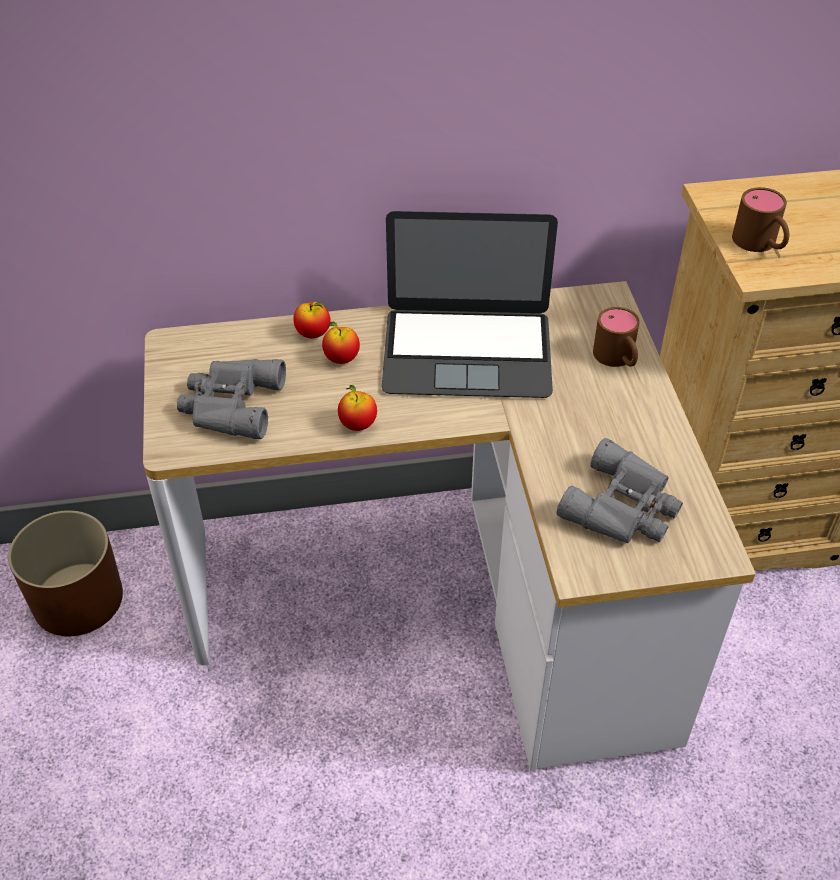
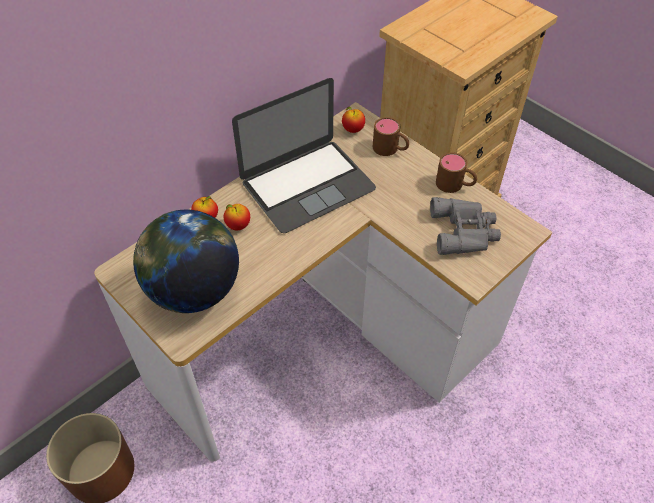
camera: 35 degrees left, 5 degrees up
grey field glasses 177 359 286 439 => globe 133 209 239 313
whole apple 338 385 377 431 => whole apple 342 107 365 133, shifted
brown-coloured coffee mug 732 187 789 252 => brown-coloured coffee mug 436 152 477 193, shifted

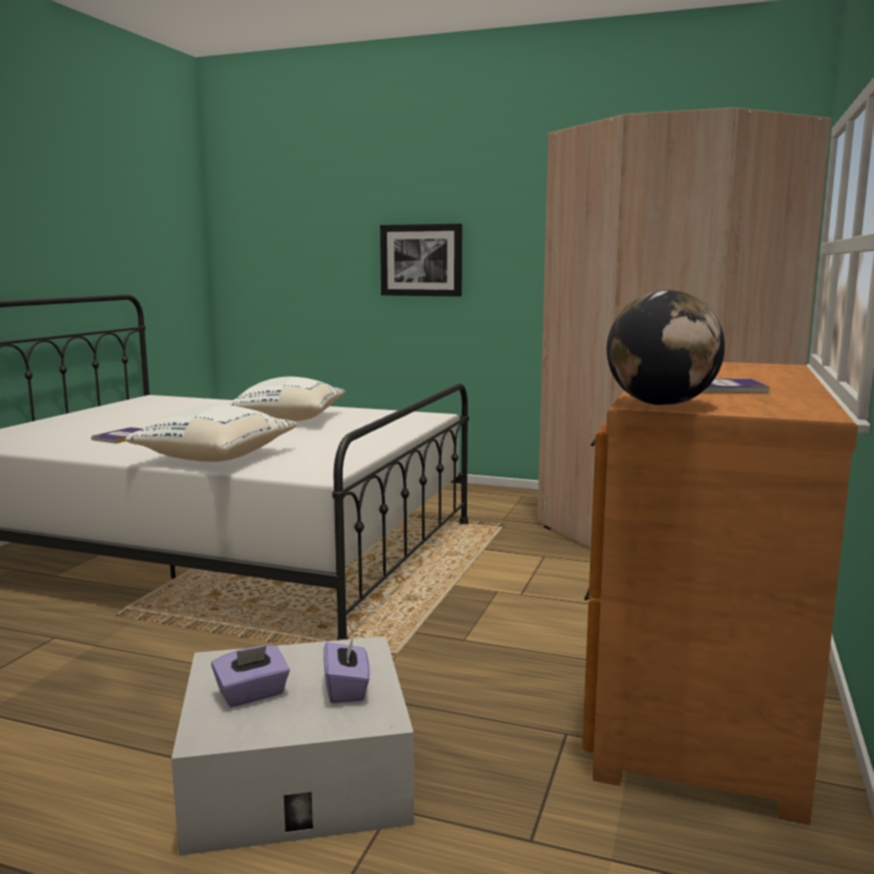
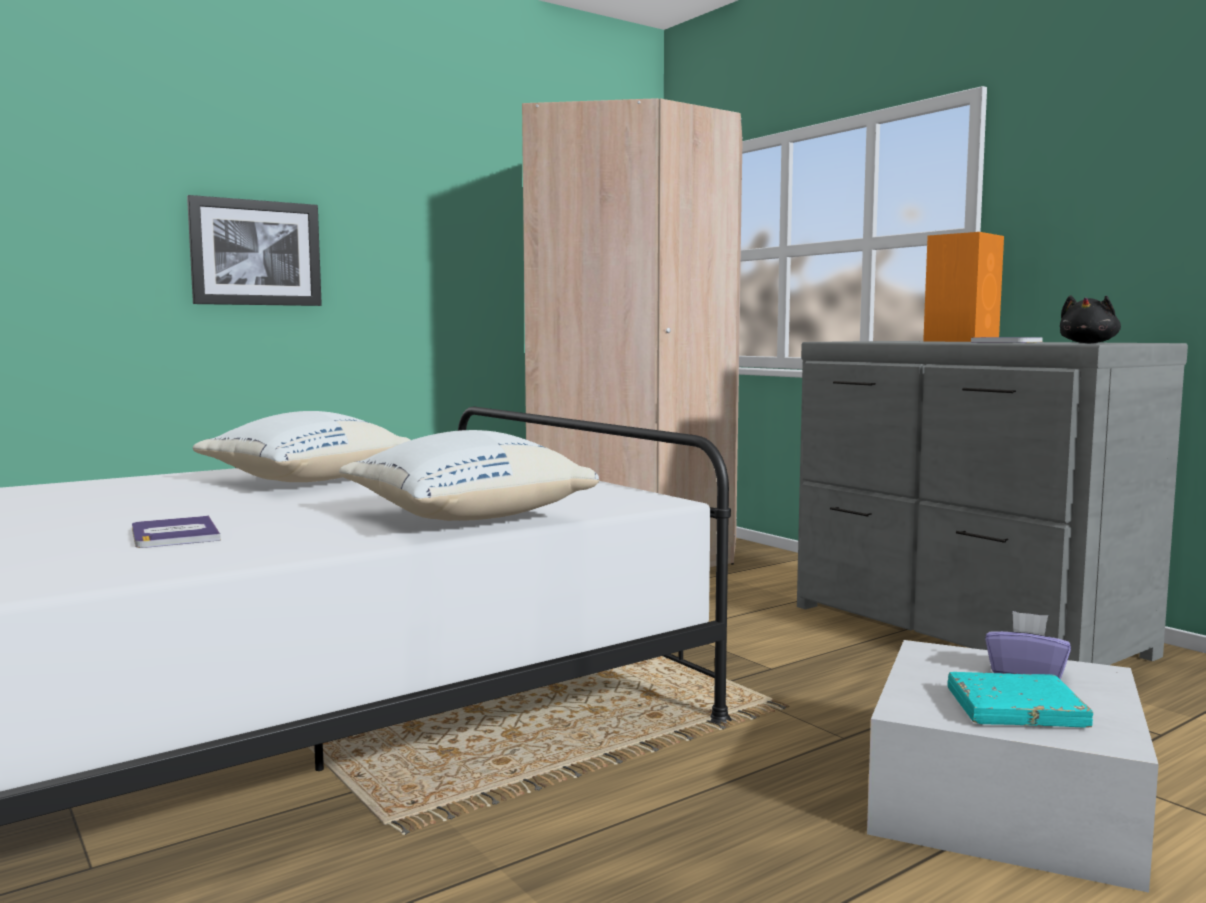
camera: 55 degrees left, 5 degrees down
brown-coloured chest of drawers 582 362 858 825 => grey chest of drawers 797 341 1188 665
nothing => orangey speaker 923 232 1004 342
purple-coloured box of tissues 211 645 290 707 => blue-green book 947 672 1093 728
globe 607 290 725 405 => blackish plush toy 1060 295 1121 343

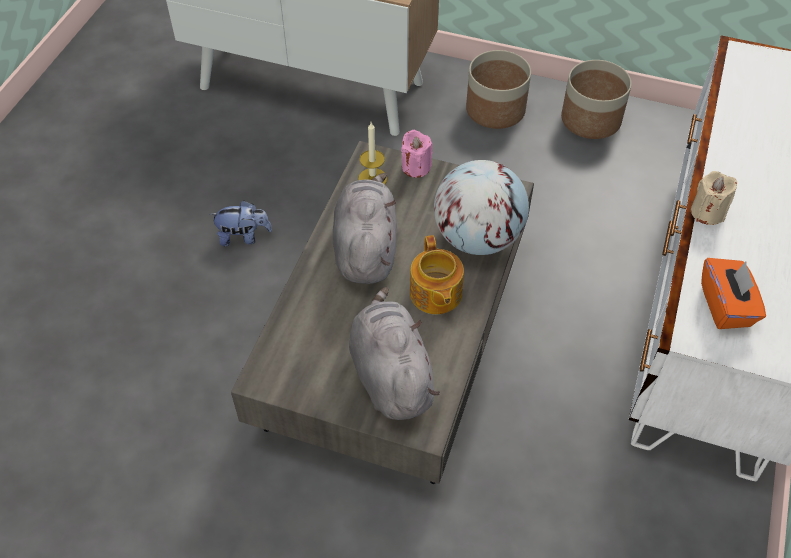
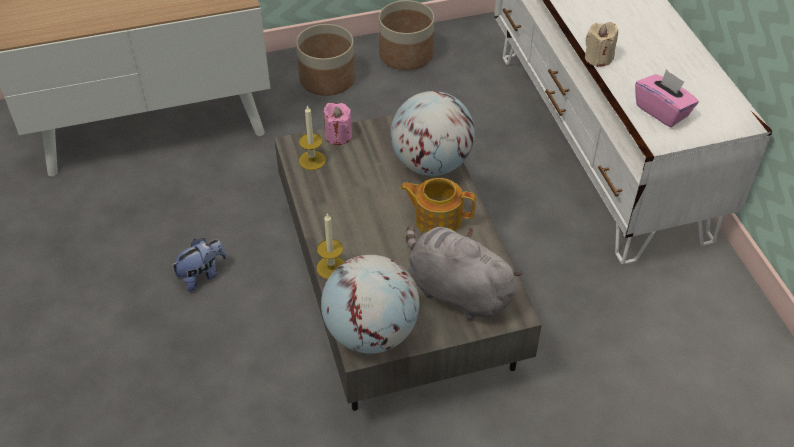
camera: 35 degrees left, 5 degrees down
nothing => candle 317 213 344 279
nothing => globe 321 255 419 354
tea pot 410 235 464 314 => tea pot 400 178 476 233, 150 degrees clockwise
orangey box of tissues 701 258 766 329 => pinkish box of tissues 635 69 699 127
grey plush toy 333 173 397 284 => nothing

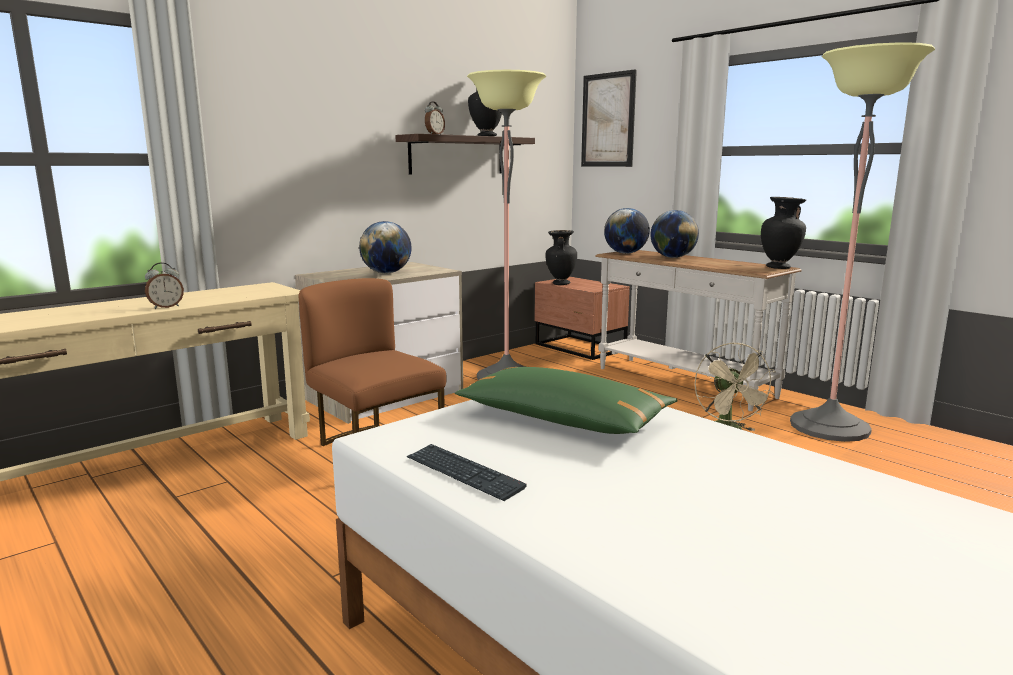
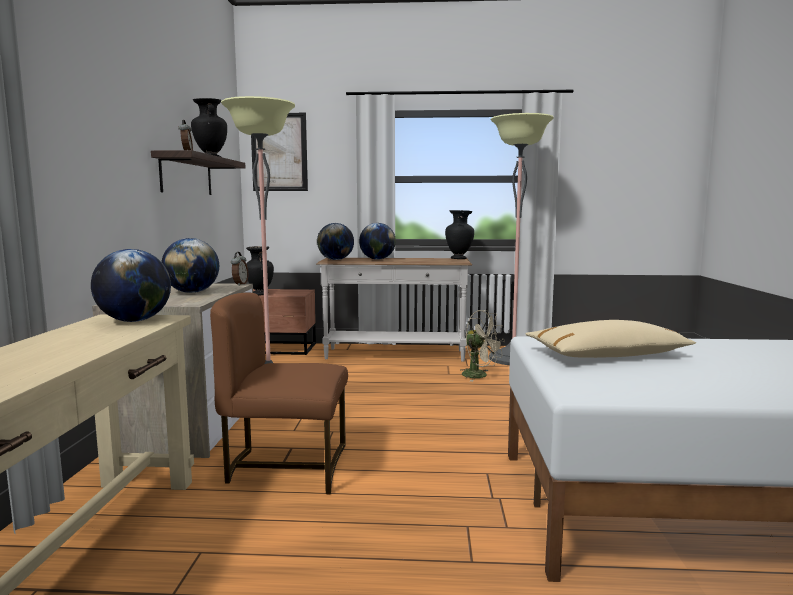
camera: 45 degrees left, 5 degrees down
nothing => globe 91 249 171 322
table clock 145 263 184 309 => table clock 231 252 248 286, shifted
green cushion 455 367 677 434 => sand-coloured cushion 526 320 696 358
PC keyboard 407 444 527 501 => nothing

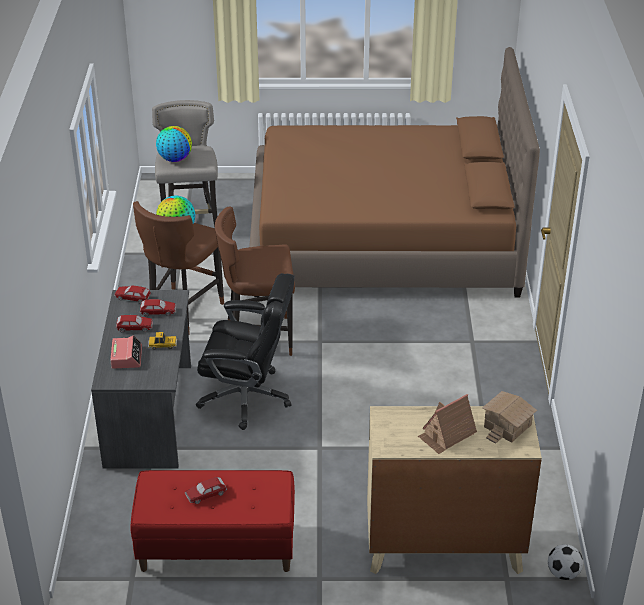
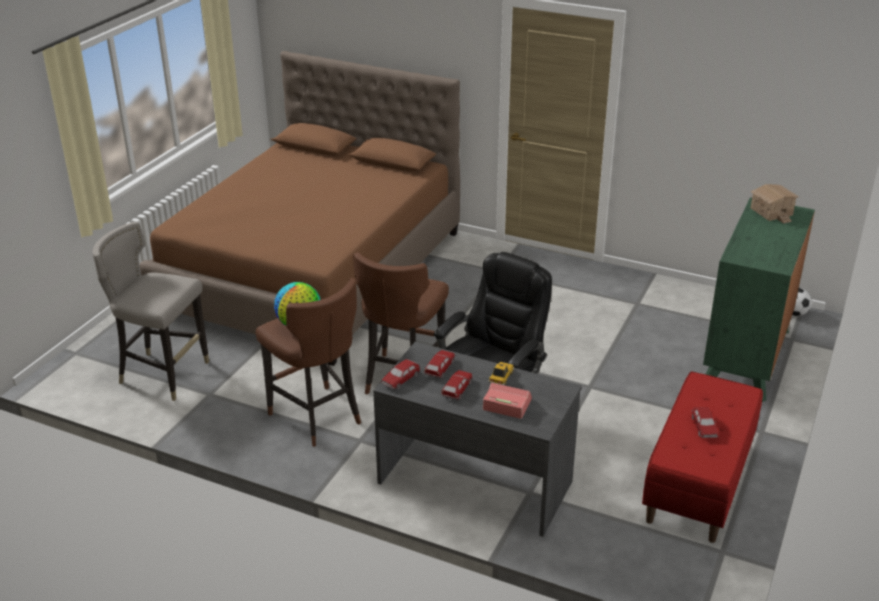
camera: 65 degrees left, 5 degrees down
sand-coloured chest of drawers 367 406 542 574 => green chest of drawers 703 197 815 402
globe 156 126 192 162 => nothing
model house 418 394 477 454 => nothing

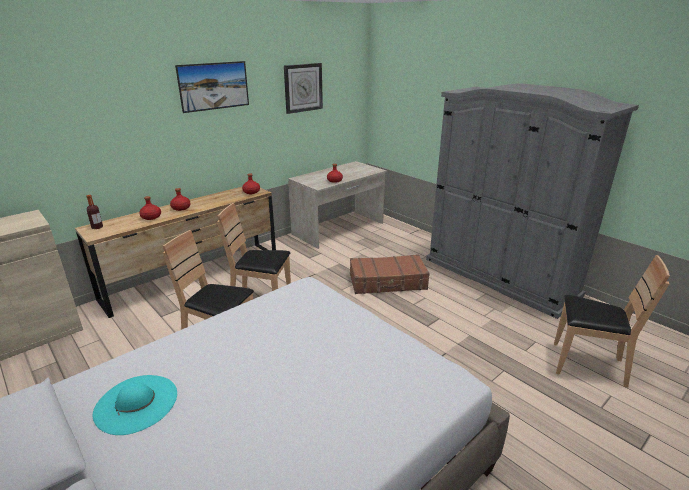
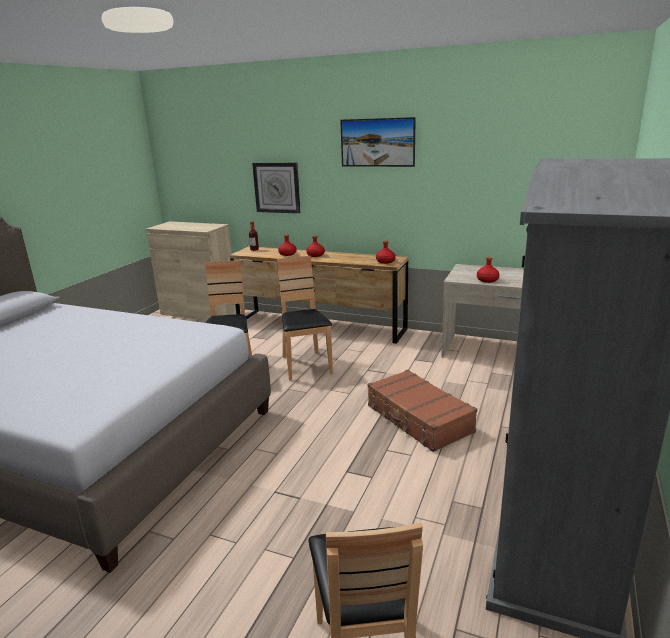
camera: 65 degrees right, 5 degrees down
hanging clock 284 63 323 114 => hanging clock 252 163 301 214, shifted
blue-green hat 93 375 177 435 => nothing

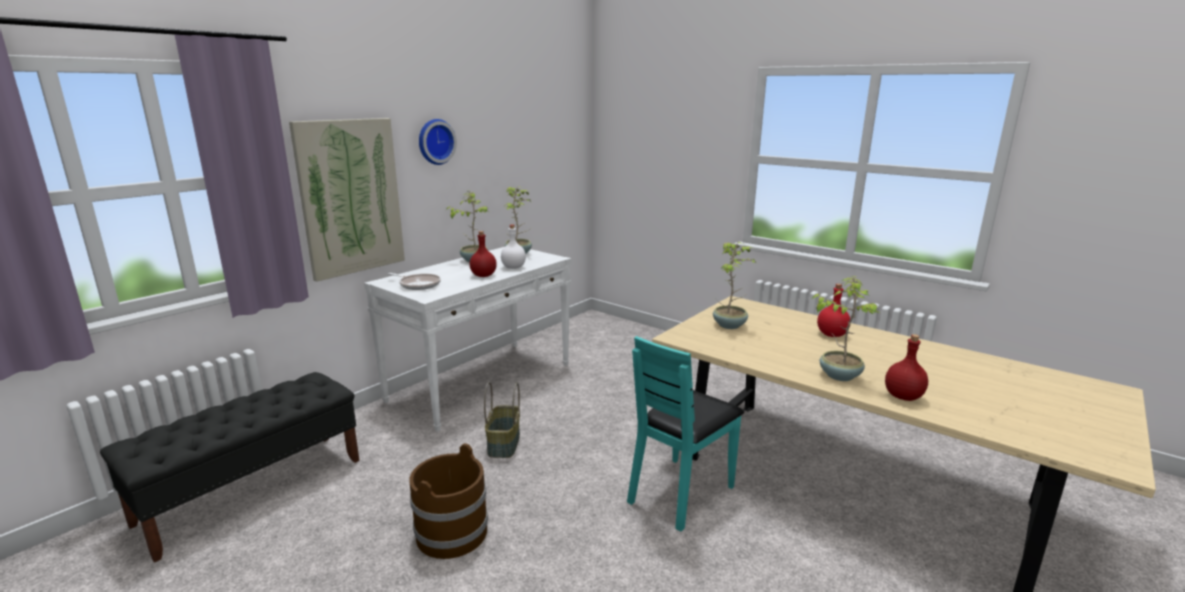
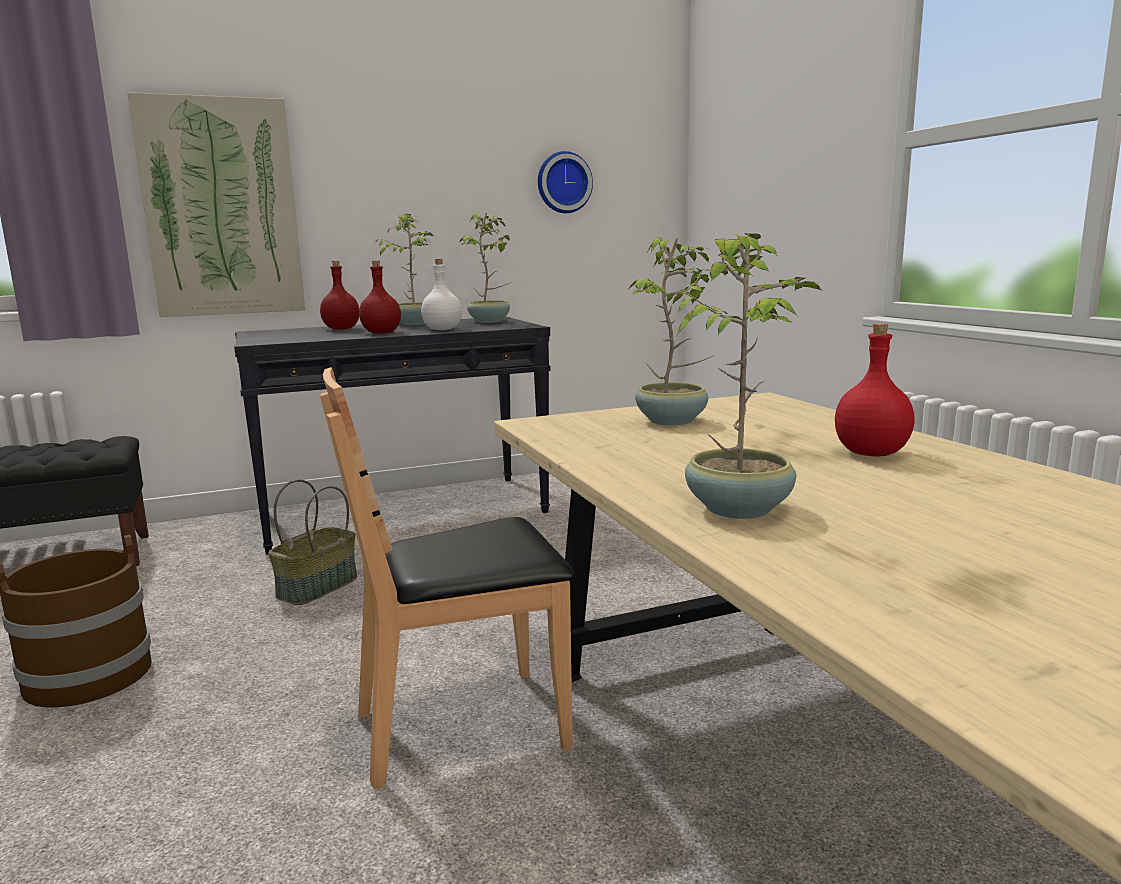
camera: 30 degrees right, 5 degrees down
whitish hall table 364 247 571 432 => blackish hall table 234 317 551 555
red-coloured bottle 885 334 928 401 => red-coloured bottle 320 261 359 330, shifted
blue-green upright chair 627 336 744 531 => brown-coloured upright chair 320 367 575 789
hanging clock 419 119 457 165 => hanging clock 538 151 593 213, shifted
frying pan 388 273 441 290 => nothing

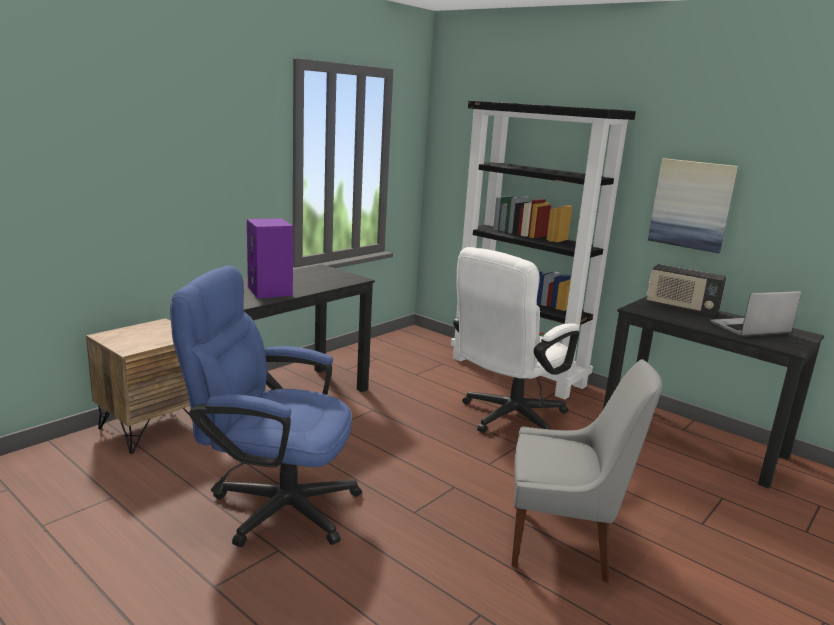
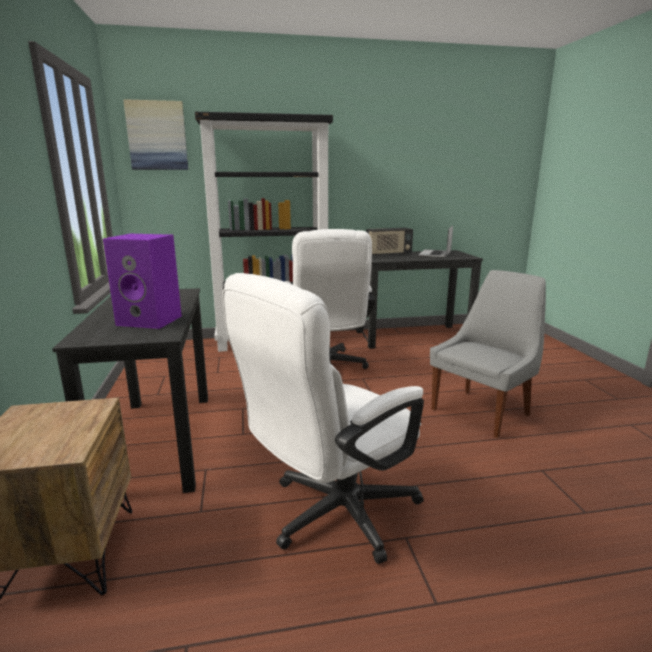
camera: 50 degrees left, 0 degrees up
wall picture 648 158 738 253 => wall picture 123 99 188 170, shifted
bluish computer chair 170 265 362 547 => whitish computer chair 222 273 424 564

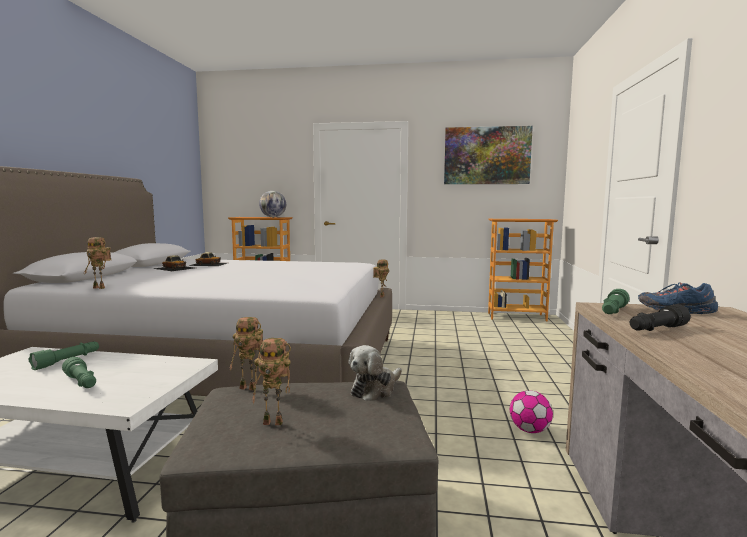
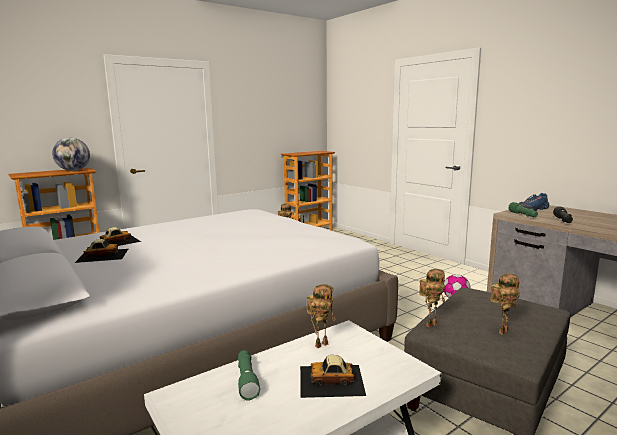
camera: 45 degrees left, 5 degrees up
green hand torch 62 357 96 388 => miniature car 300 355 366 398
robot figure 84 237 111 289 => robot figure 307 284 336 348, shifted
plush toy 348 345 402 401 => nothing
wall picture 444 126 533 184 => nothing

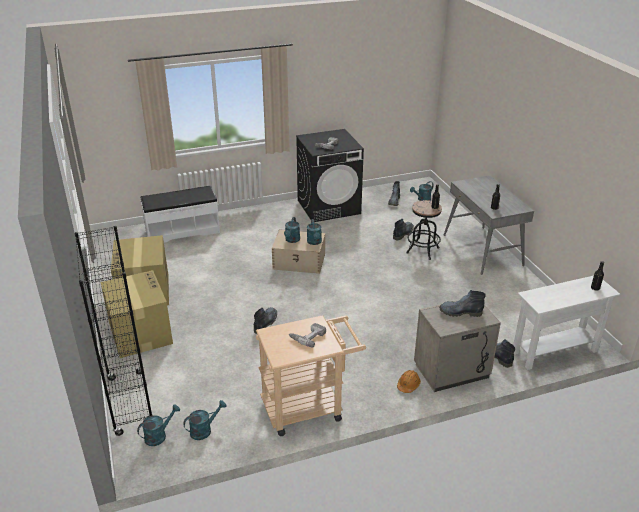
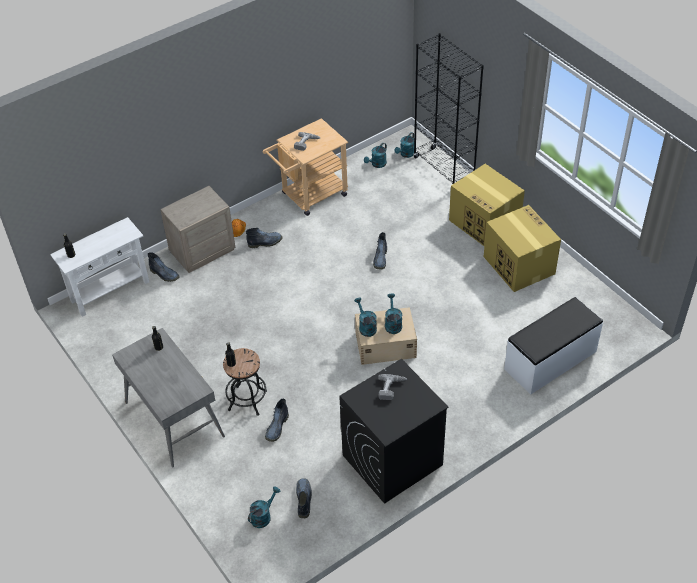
camera: 165 degrees right, 15 degrees up
high-top boot 439 290 486 317 => high-top boot 246 228 283 248, shifted

